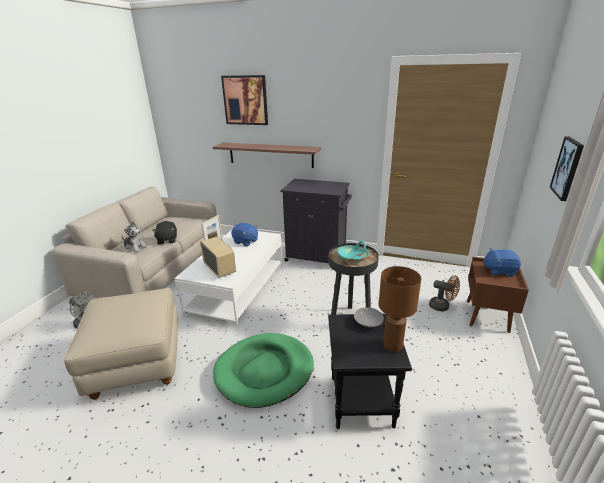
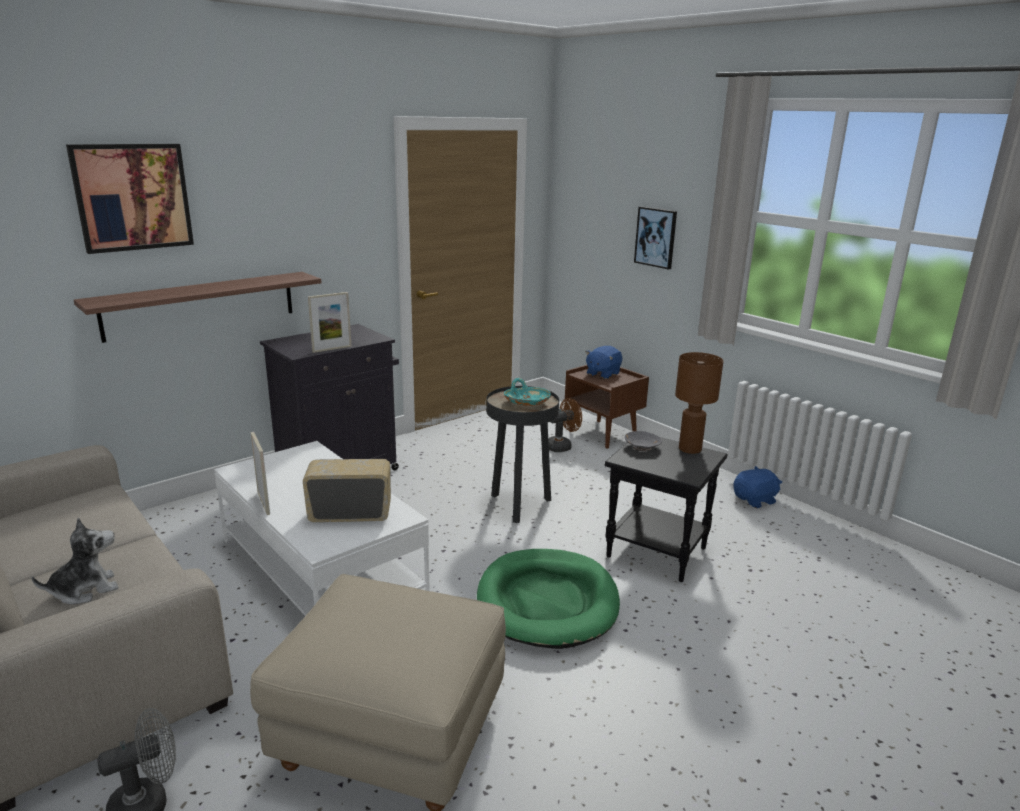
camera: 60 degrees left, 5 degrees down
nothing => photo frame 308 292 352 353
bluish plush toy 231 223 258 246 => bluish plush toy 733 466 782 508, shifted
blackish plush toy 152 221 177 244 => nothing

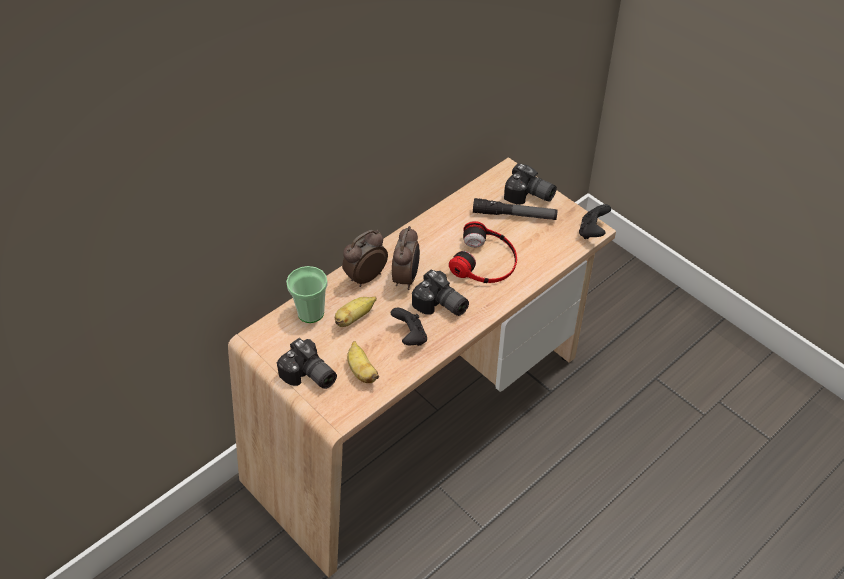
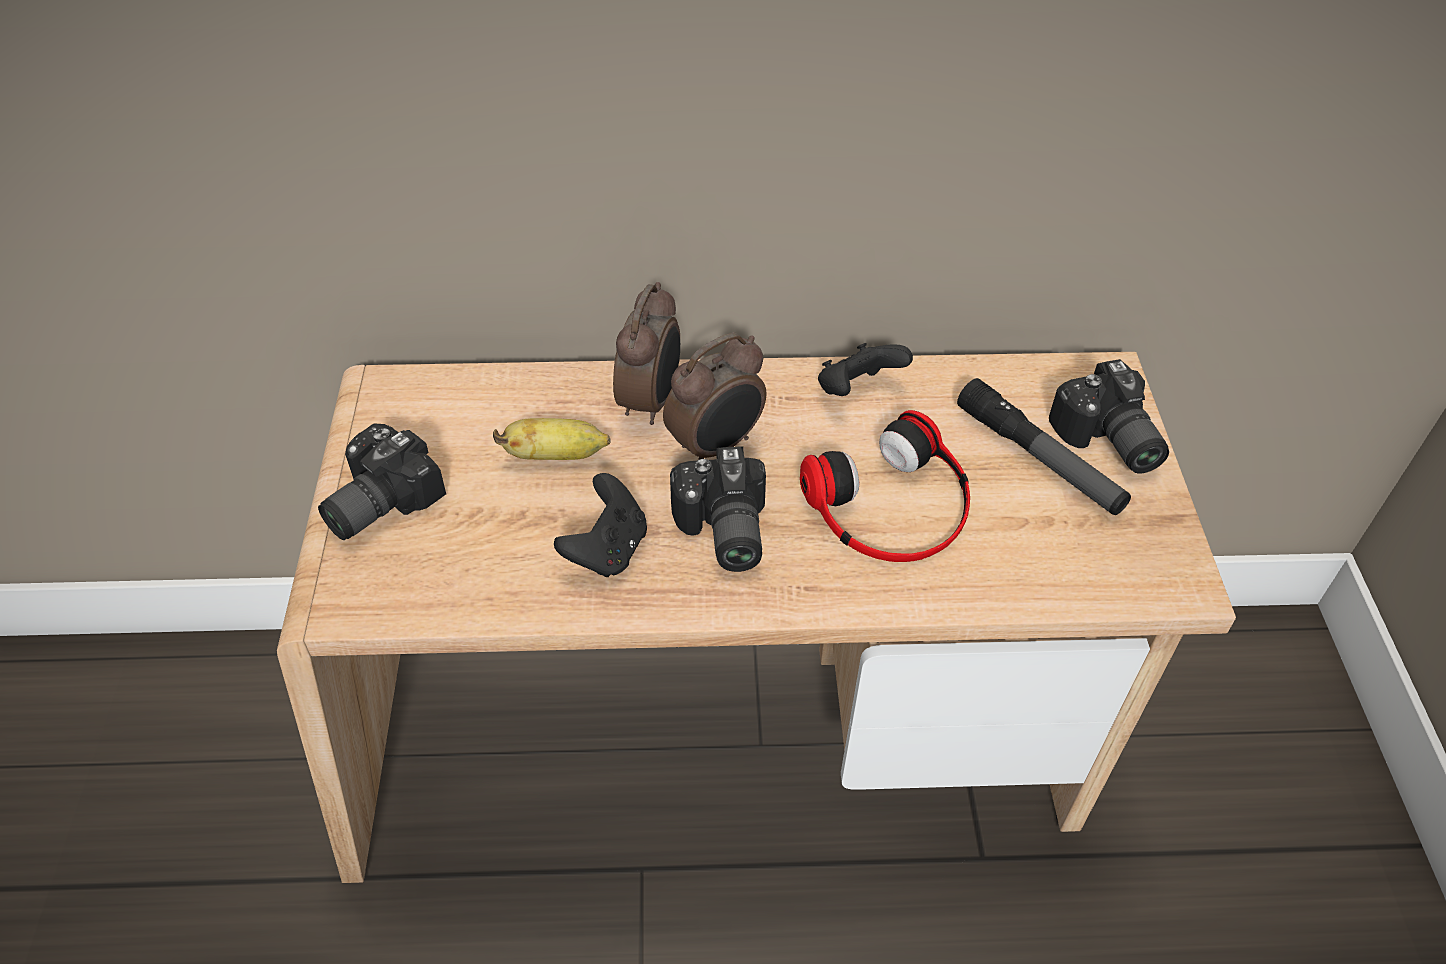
camera: 40 degrees right, 0 degrees up
photo camera 277 338 337 389 => photo camera 318 423 446 540, 45 degrees clockwise
table clock 342 230 388 287 => table clock 613 282 680 425, 105 degrees clockwise
blackish game controller 579 204 611 239 => blackish game controller 818 343 913 396, shifted
drinking cup 286 266 328 323 => nothing
whole banana 347 341 379 383 => nothing

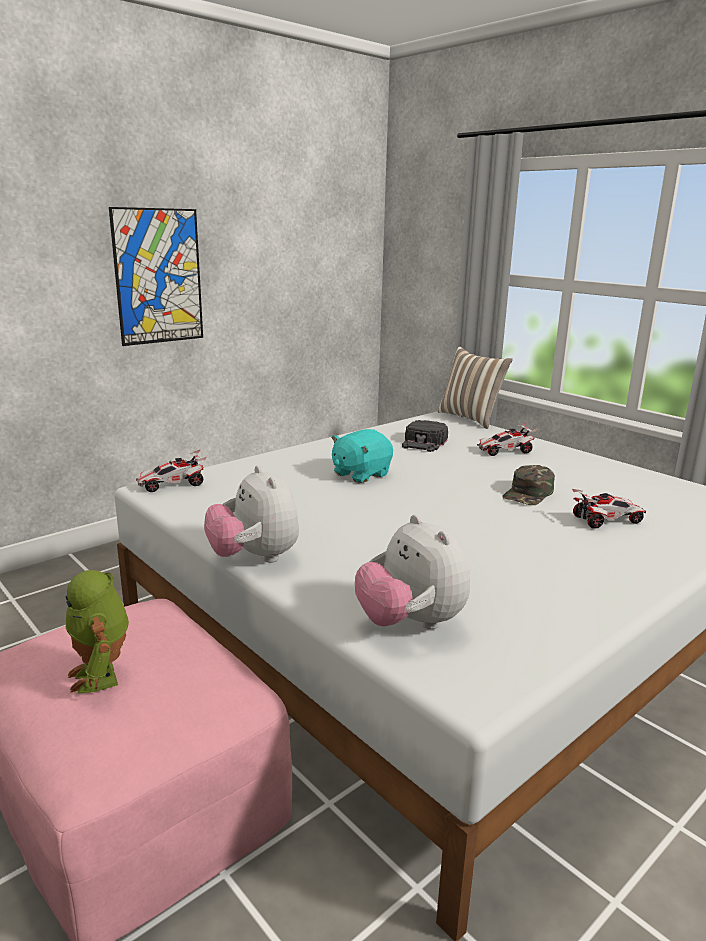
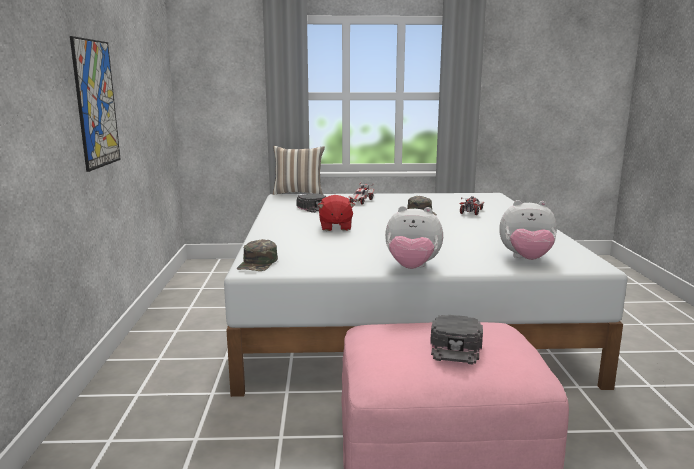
camera: 50 degrees left, 5 degrees down
miniature car 136 450 207 492 => green peaked cap 237 239 278 271
blue-green plush toy 332 429 393 483 => red-coloured plush toy 318 195 355 231
robot figure 65 570 129 693 => blackish peaked cap 430 315 483 364

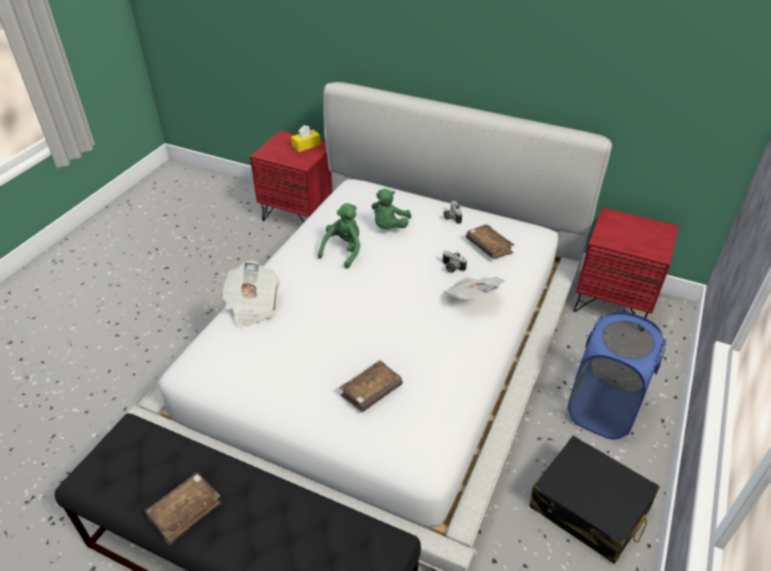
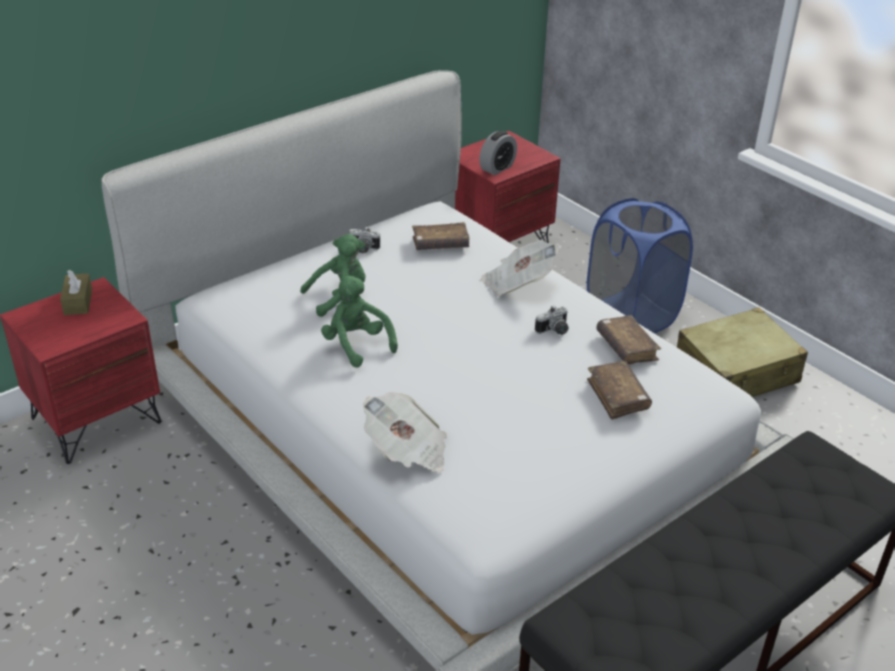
camera: 65 degrees left, 5 degrees down
yellowish box of tissues 291 125 321 152 => brown-coloured box of tissues 60 270 92 315
green plush toy 371 189 411 229 => green plush toy 301 234 366 317, 75 degrees counterclockwise
nothing => table clock 479 131 517 175
photo camera 443 250 467 273 => photo camera 535 305 569 335, shifted
brown-coloured book 145 472 221 545 => brown-coloured book 596 315 661 364, shifted
blackish suitcase 529 436 660 564 => sand-coloured suitcase 677 307 808 397

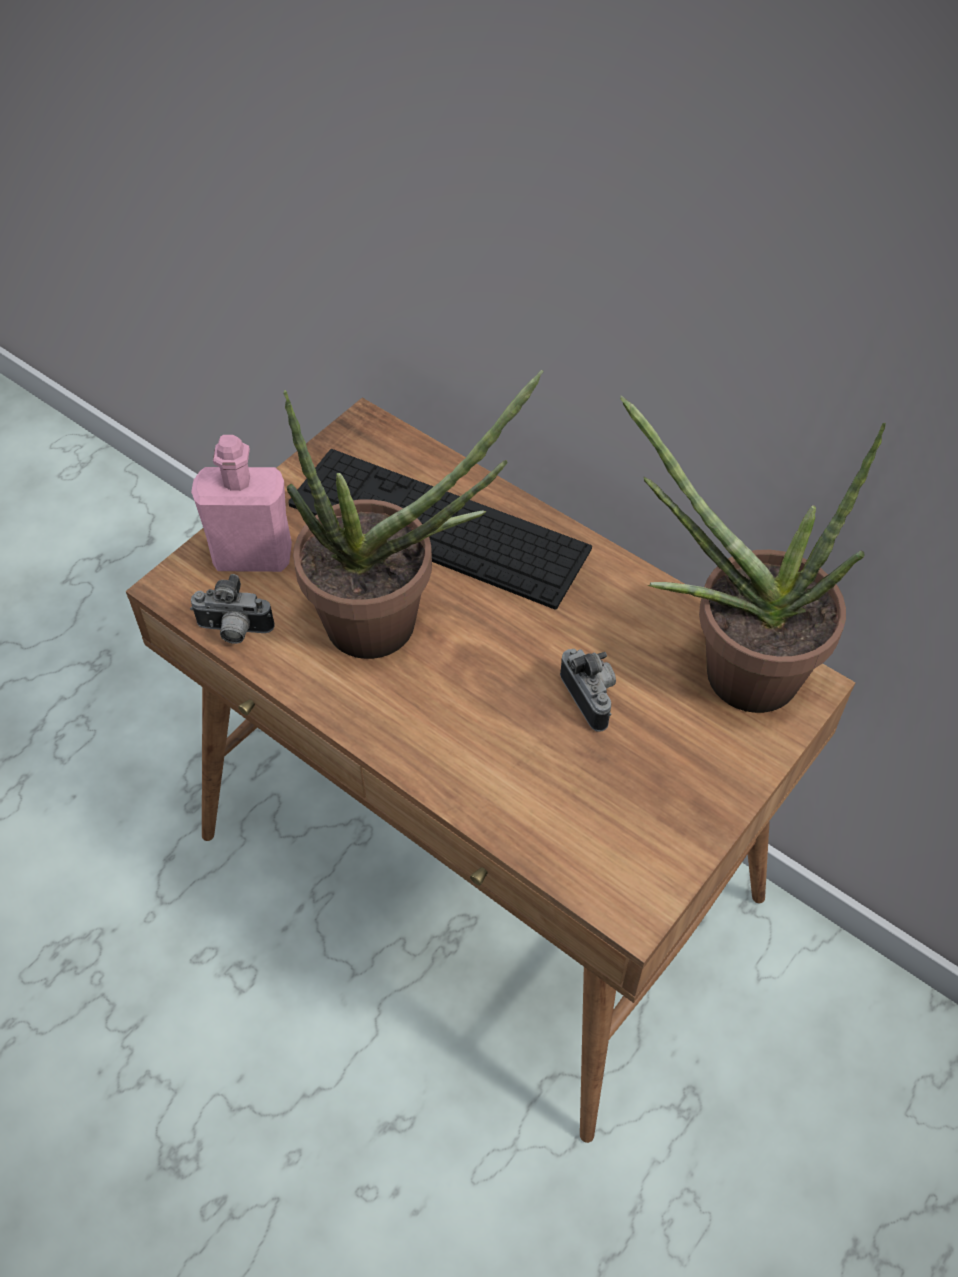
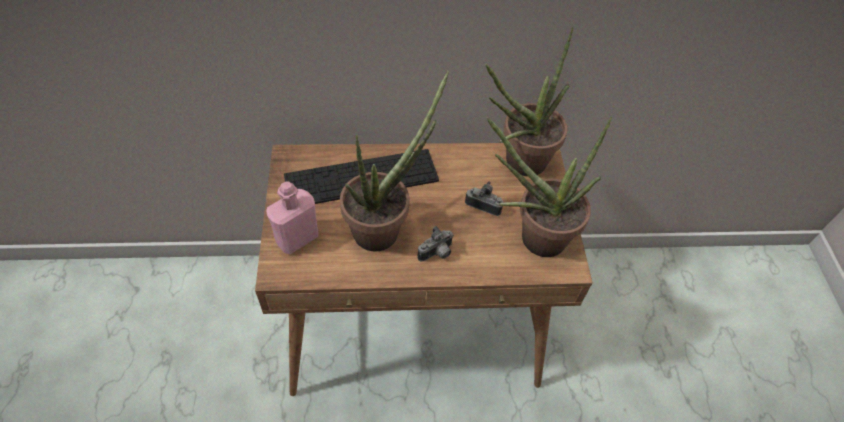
camera: 45 degrees left, 0 degrees up
photo camera 190 574 275 644 => photo camera 417 226 454 262, shifted
nothing => plant in a pot 487 116 612 257

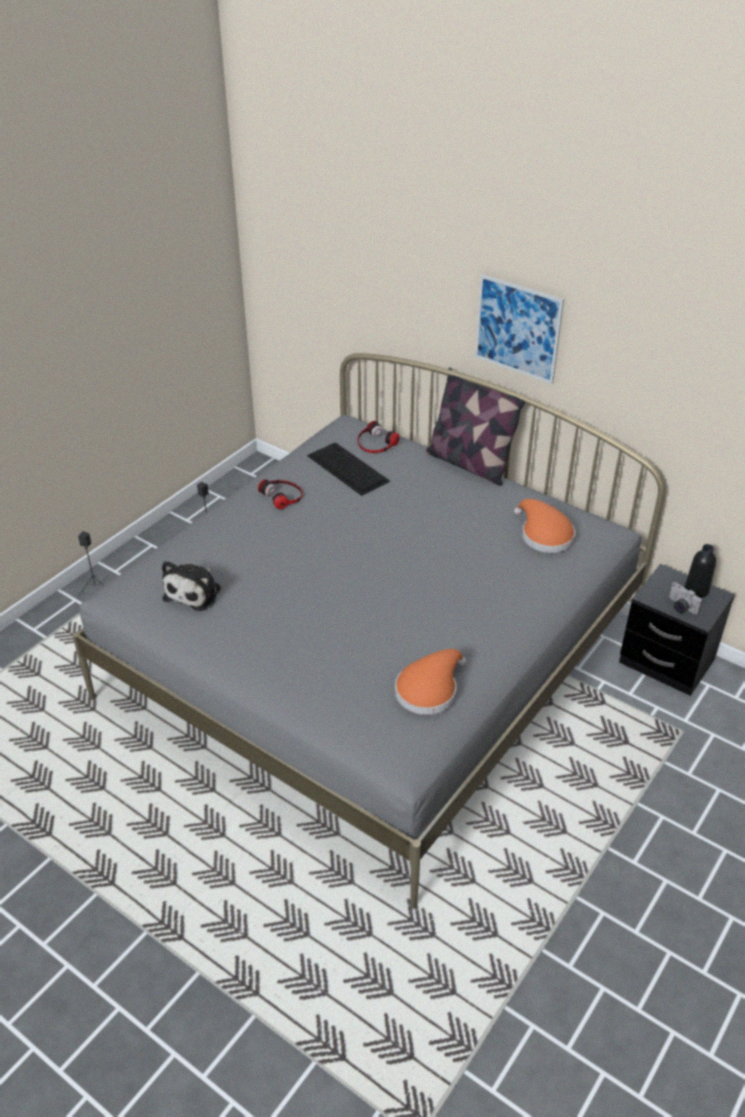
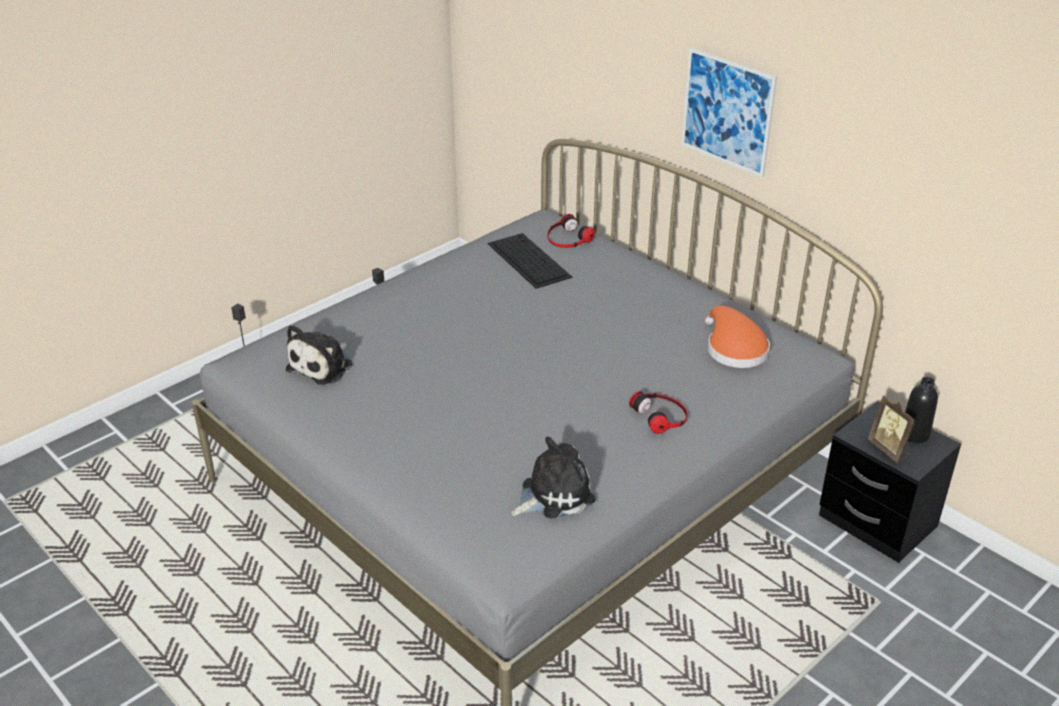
camera: 10 degrees right, 5 degrees down
orangey hat 395 649 466 715 => plush toy 511 436 595 519
headphones 258 479 303 509 => headphones 629 391 688 434, shifted
photo camera 669 582 702 615 => photo frame 868 396 916 463
cushion 425 367 525 486 => nothing

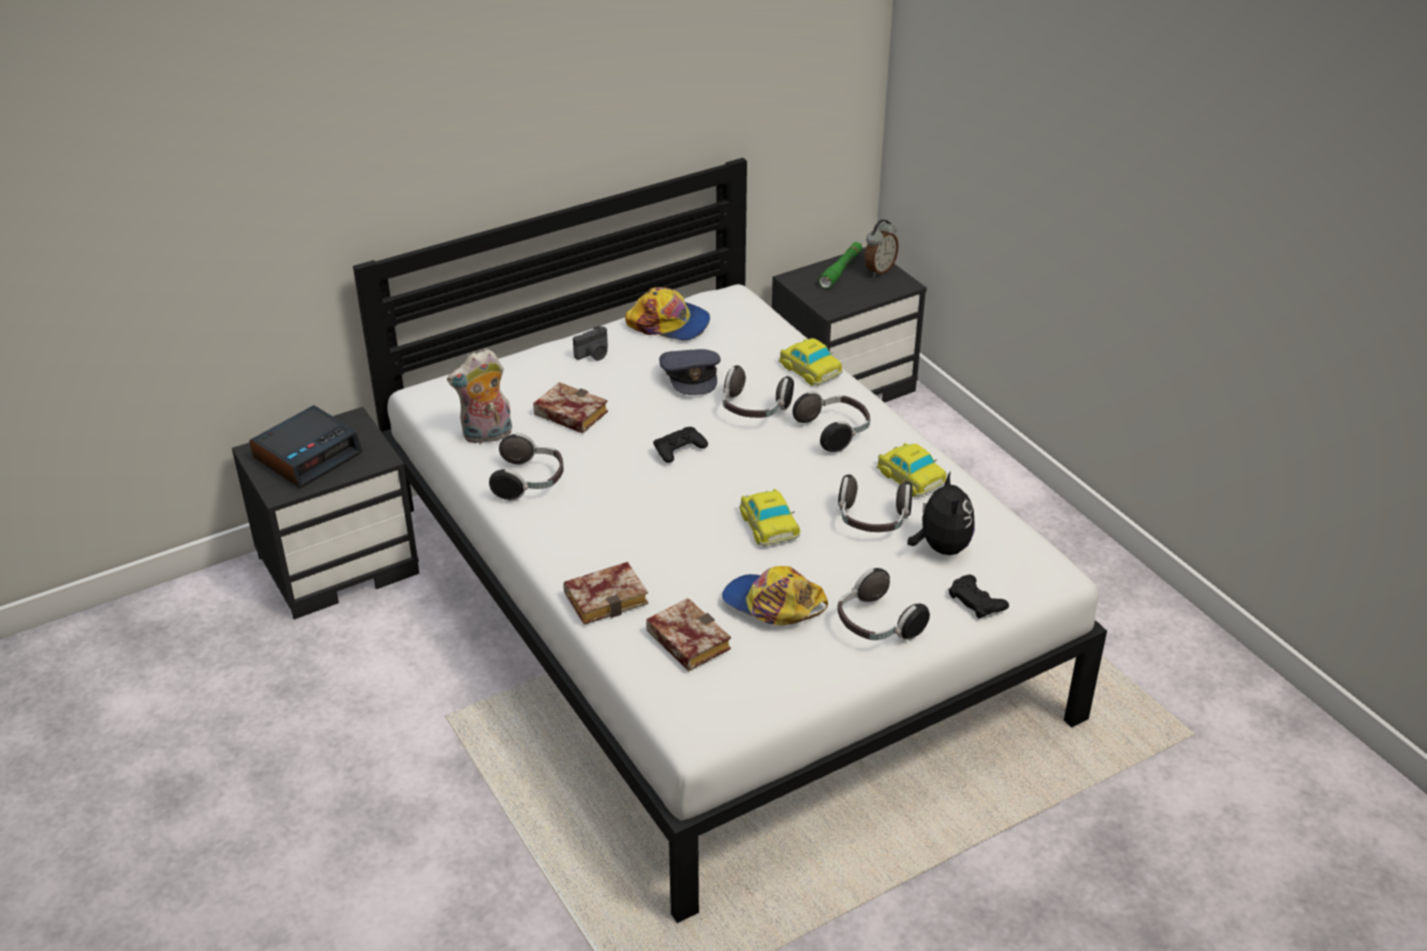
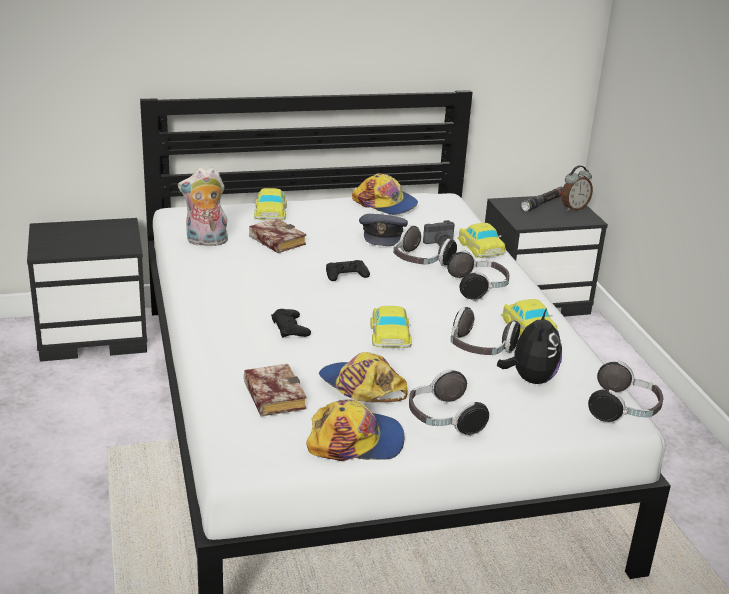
camera: 15 degrees right, 10 degrees down
nothing => miniature car 254 188 287 220
blackish game controller 949 575 1009 619 => blackish game controller 271 309 311 338, shifted
nothing => peaked cap 306 399 404 461
photo camera 573 326 608 361 => photo camera 423 220 455 246, shifted
green hand torch 819 242 863 288 => blackish hand torch 521 186 563 212
headphones 489 433 564 501 => headphones 588 361 663 424, shifted
table clock 249 405 362 488 => nothing
book 563 562 648 625 => nothing

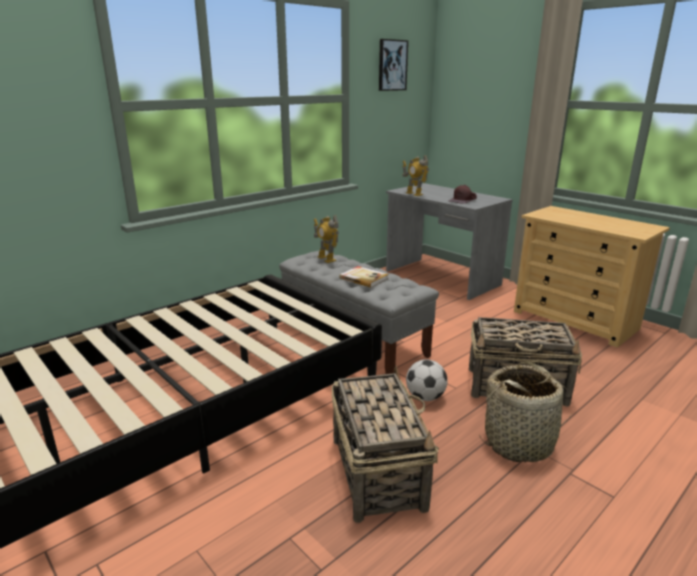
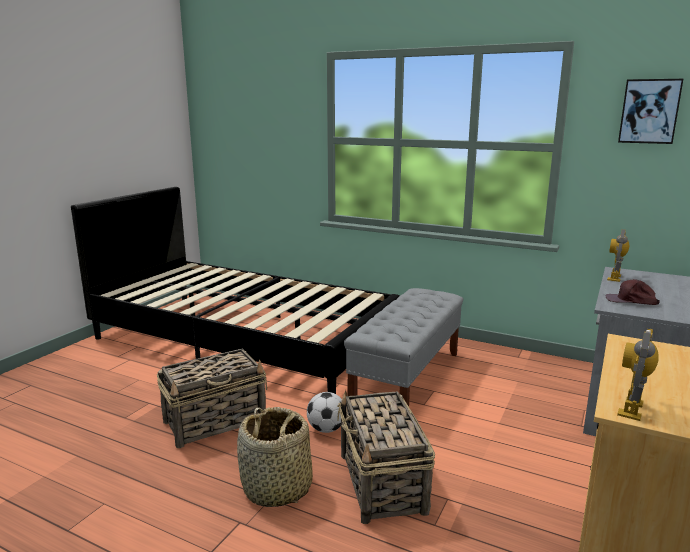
camera: 70 degrees right, 5 degrees down
robot figure 314 215 339 263 => robot figure 617 329 659 421, shifted
book 339 266 389 288 => nothing

